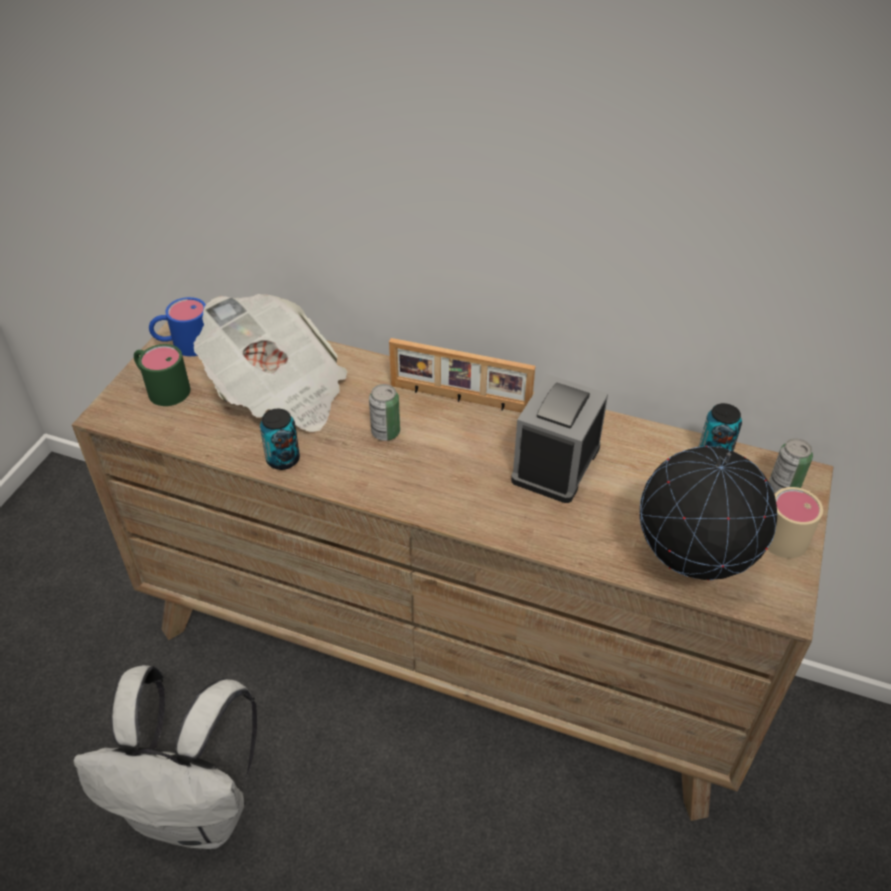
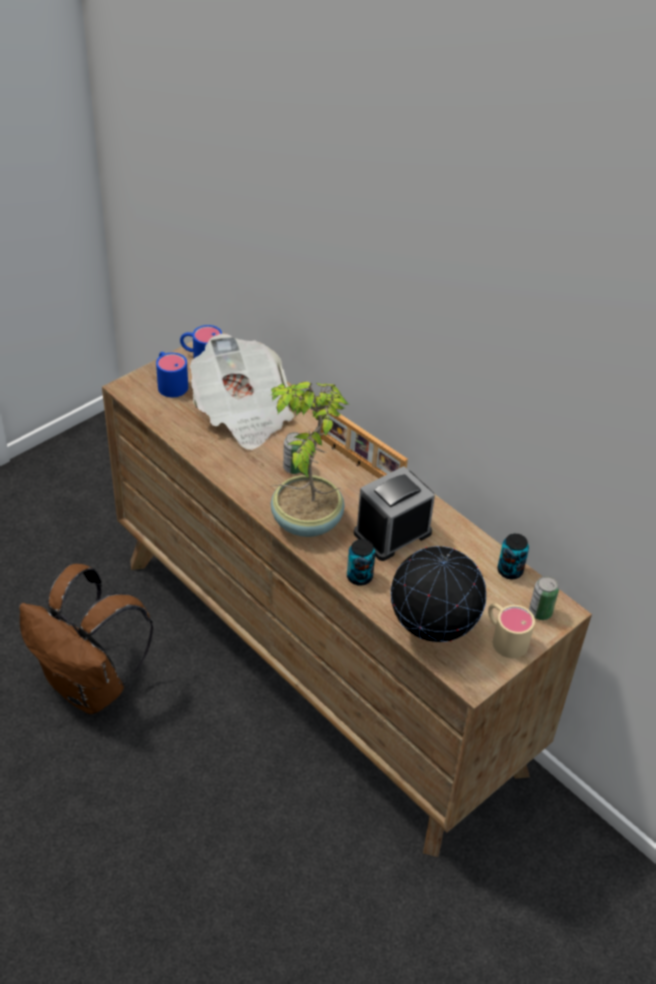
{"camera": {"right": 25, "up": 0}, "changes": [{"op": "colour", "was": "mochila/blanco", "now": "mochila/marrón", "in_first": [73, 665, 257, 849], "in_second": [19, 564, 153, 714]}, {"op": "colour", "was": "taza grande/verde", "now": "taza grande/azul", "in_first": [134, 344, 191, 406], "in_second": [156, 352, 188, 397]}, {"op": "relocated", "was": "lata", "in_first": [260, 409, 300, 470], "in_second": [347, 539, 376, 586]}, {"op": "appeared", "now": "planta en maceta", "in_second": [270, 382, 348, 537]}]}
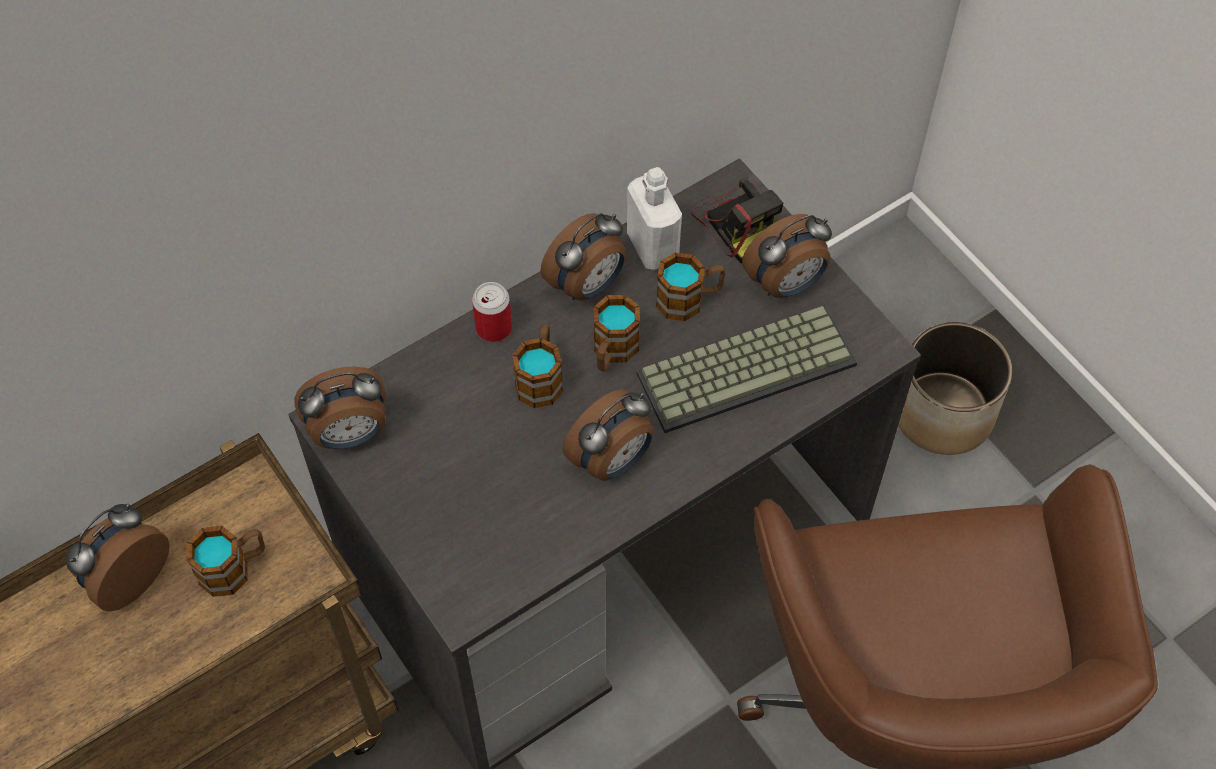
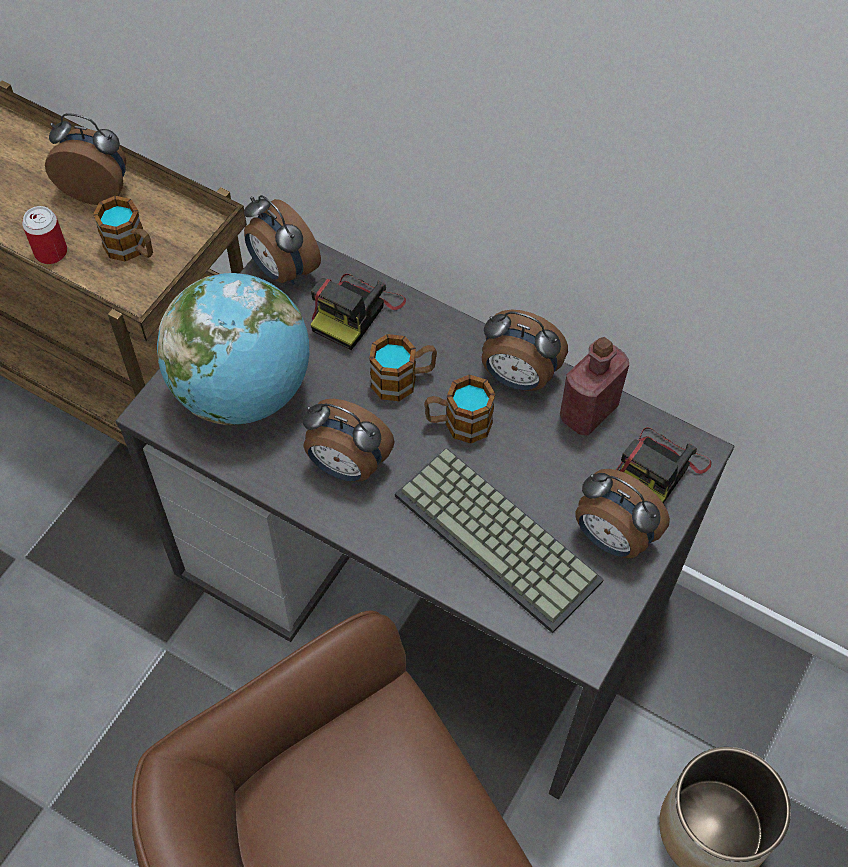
{"camera": {"right": 65, "up": 0}, "changes": [{"op": "relocated", "was": "lata", "in_first": [472, 282, 512, 342], "in_second": [22, 206, 67, 264]}, {"op": "colour", "was": "botella/blanco", "now": "botella/rojo", "in_first": [627, 167, 682, 270], "in_second": [560, 337, 629, 436]}, {"op": "missing", "was": "taza grande", "in_first": [656, 252, 725, 321]}, {"op": "appeared", "now": "globo terráqueo", "in_second": [157, 273, 309, 426]}, {"op": "appeared", "now": "cámara", "in_second": [310, 274, 406, 350]}]}
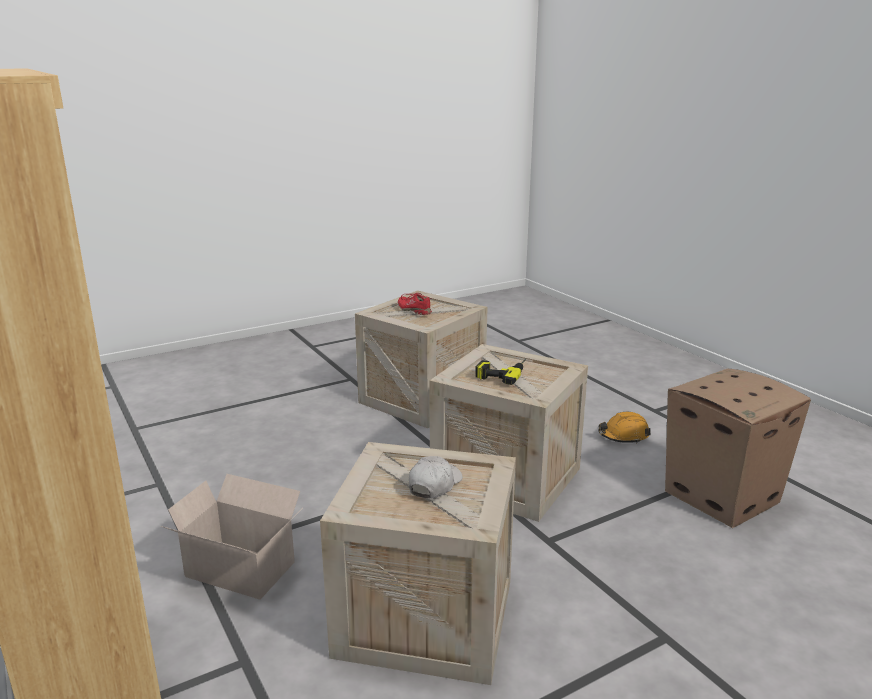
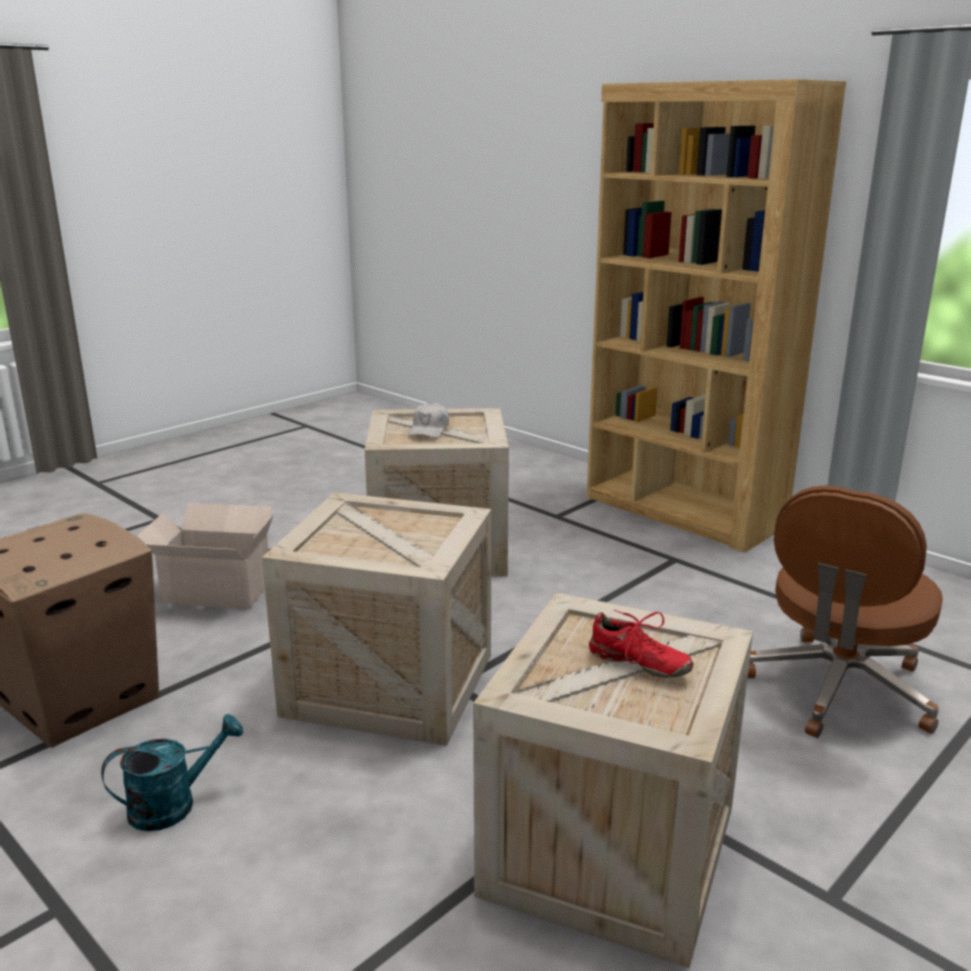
{"camera": {"right": 165, "up": 0}, "changes": [{"op": "relocated", "was": "caja de cartón", "in_first": [161, 474, 303, 599], "in_second": [137, 503, 274, 609]}, {"op": "missing", "was": "taladro", "in_first": [475, 358, 526, 385]}, {"op": "exchanged", "was": "casco/naranja", "now": "regadera/turquesa", "in_first": [598, 412, 651, 444], "in_second": [101, 714, 243, 831]}, {"op": "appeared", "now": "silla de oficina/marrón", "in_second": [748, 485, 943, 738]}]}
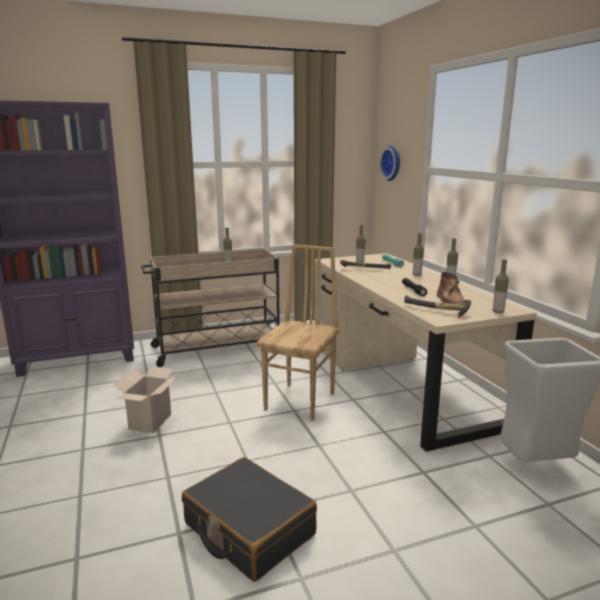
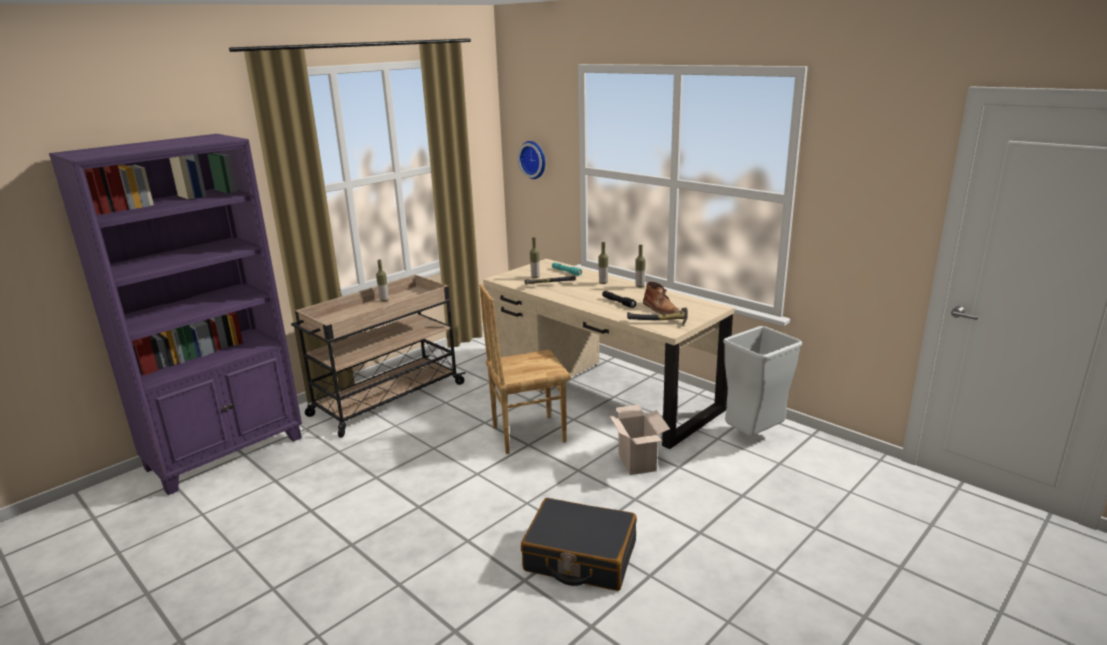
{"camera": {"right": -25, "up": 5}, "changes": [{"op": "relocated", "was": "caja de cartón", "in_first": [114, 366, 179, 433], "in_second": [608, 405, 670, 475]}, {"op": "spun", "was": "silla/marrón", "in_first": [256, 244, 340, 421], "in_second": [479, 284, 571, 454], "clockwise": -105}, {"op": "missing", "was": "botella", "in_first": [493, 259, 509, 313]}]}
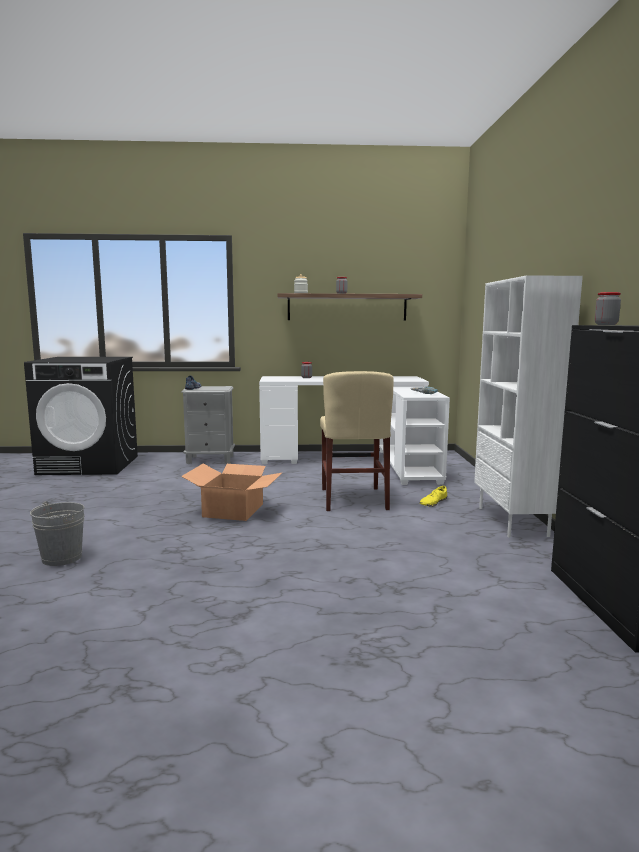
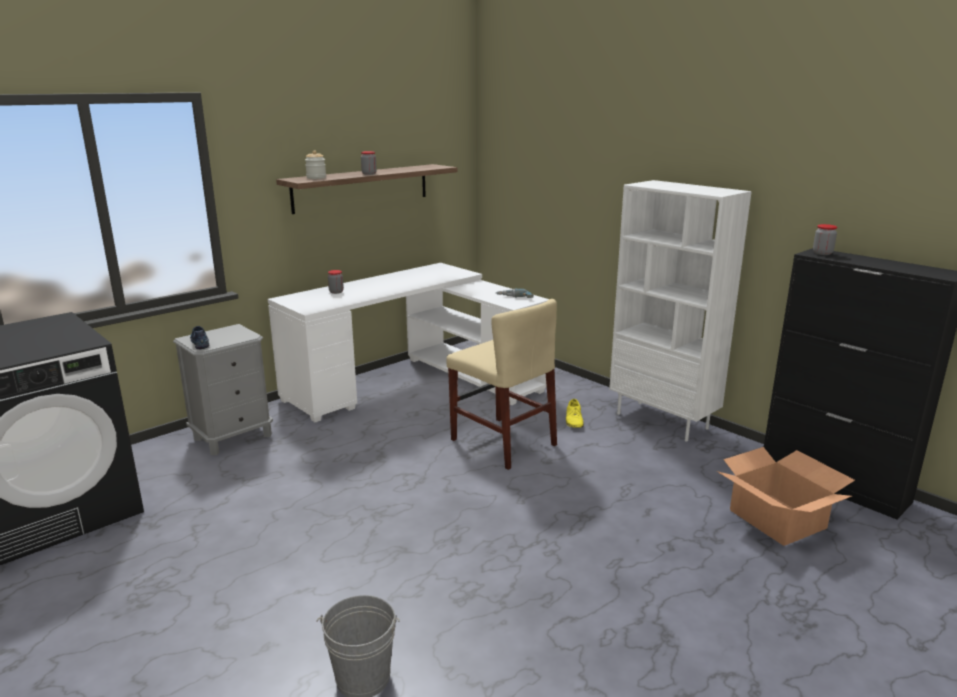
{"camera": {"right": -40, "up": 10}, "changes": [{"op": "relocated", "was": "caja de cartón", "in_first": [181, 464, 282, 521], "in_second": [717, 447, 855, 546]}]}
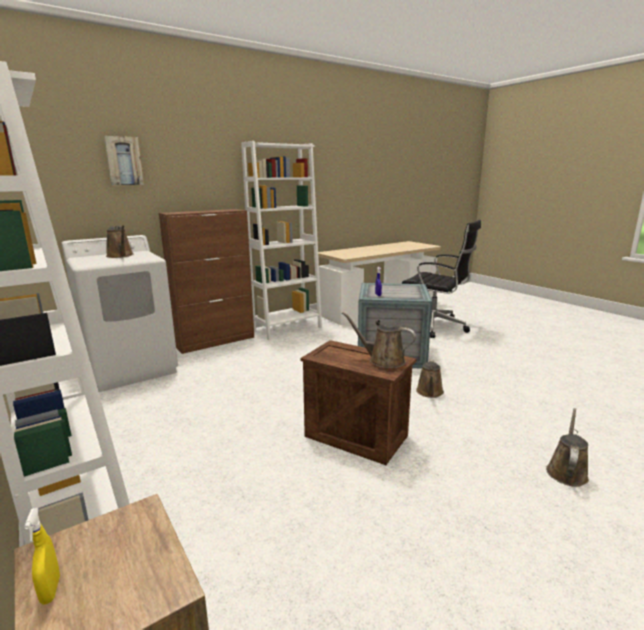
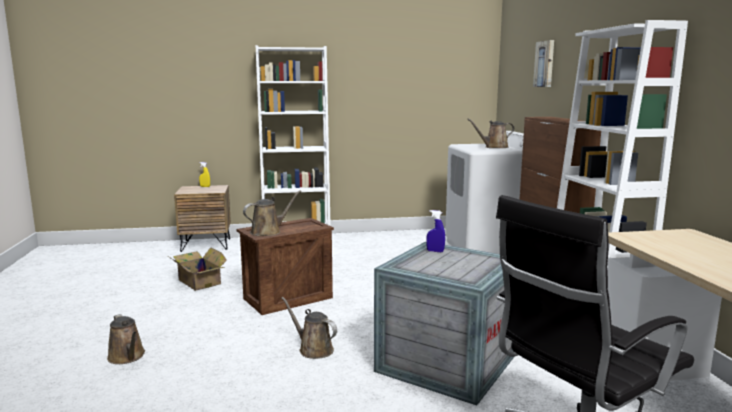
{"camera": {"right": 115, "up": -5}, "changes": [{"op": "appeared", "now": "caja de cartón", "in_second": [169, 247, 227, 291]}]}
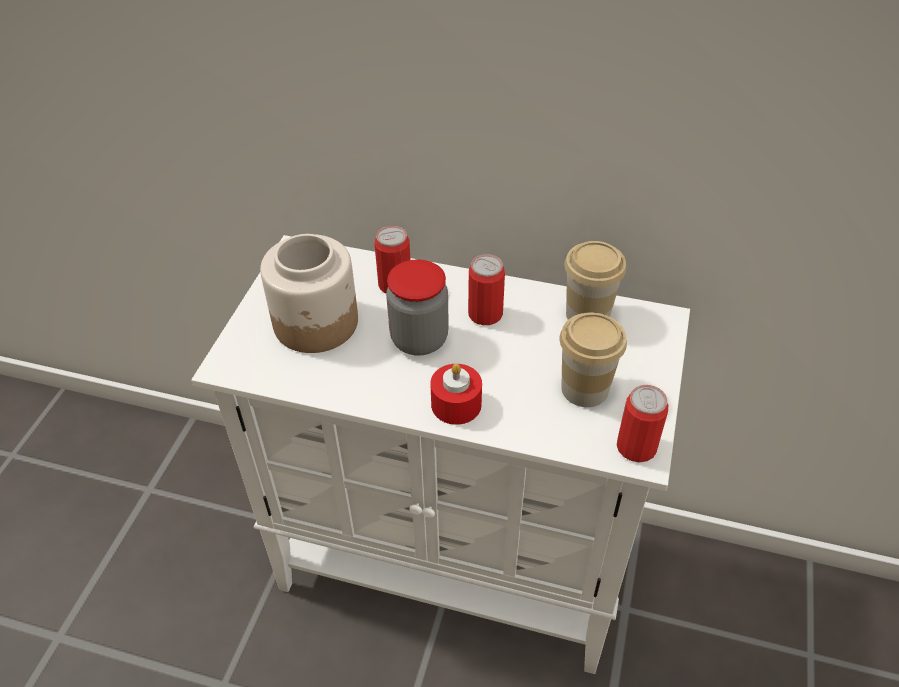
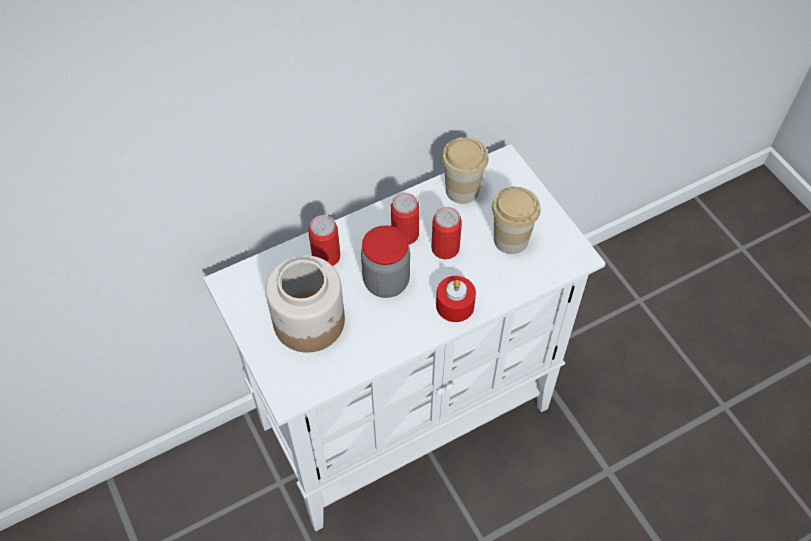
{"camera": {"right": -45, "up": 10}, "changes": [{"op": "relocated", "was": "lata", "in_first": [617, 385, 668, 462], "in_second": [431, 207, 462, 260]}]}
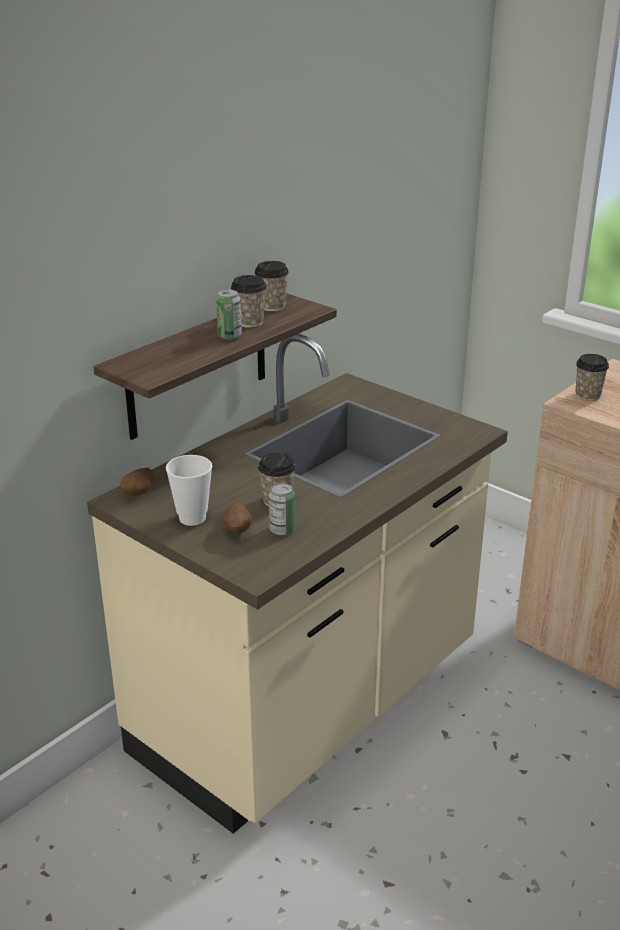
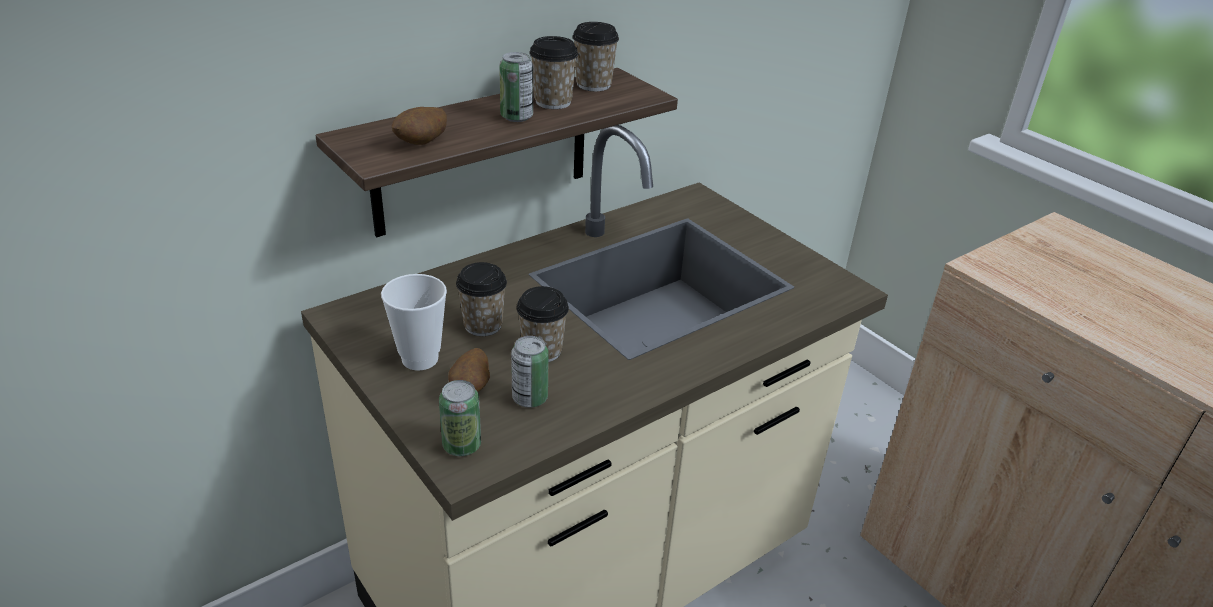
{"camera": {"right": 10, "up": 5}, "changes": [{"op": "relocated", "was": "patata", "in_first": [120, 468, 154, 496], "in_second": [392, 107, 447, 145]}, {"op": "relocated", "was": "taza", "in_first": [576, 354, 609, 401], "in_second": [456, 262, 507, 336]}, {"op": "appeared", "now": "lata", "in_second": [439, 380, 481, 456]}]}
